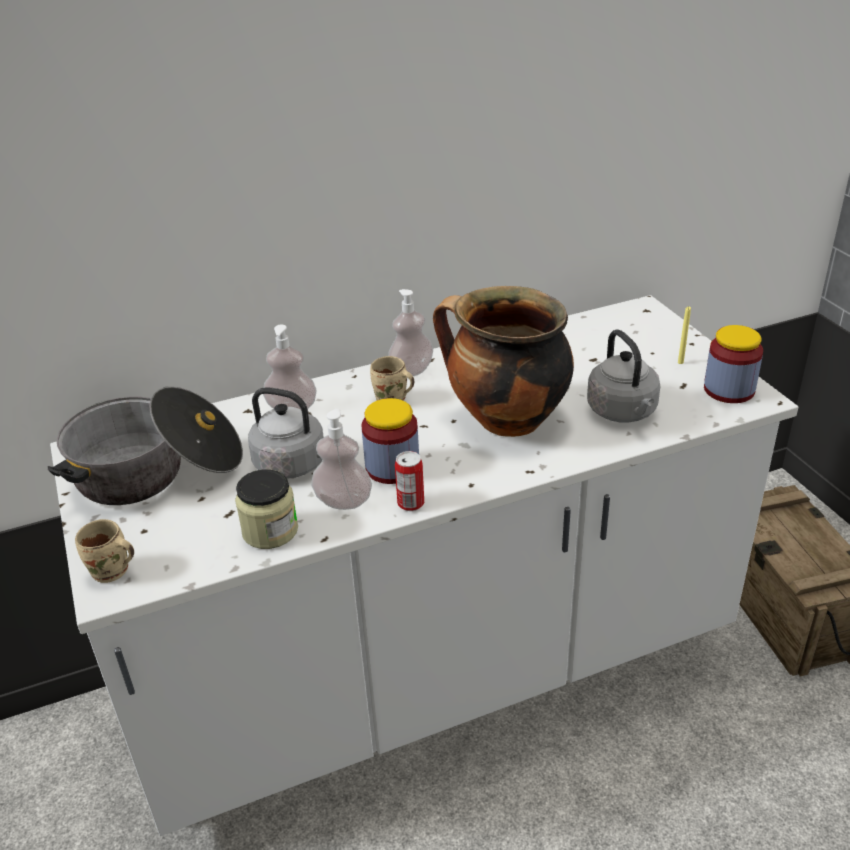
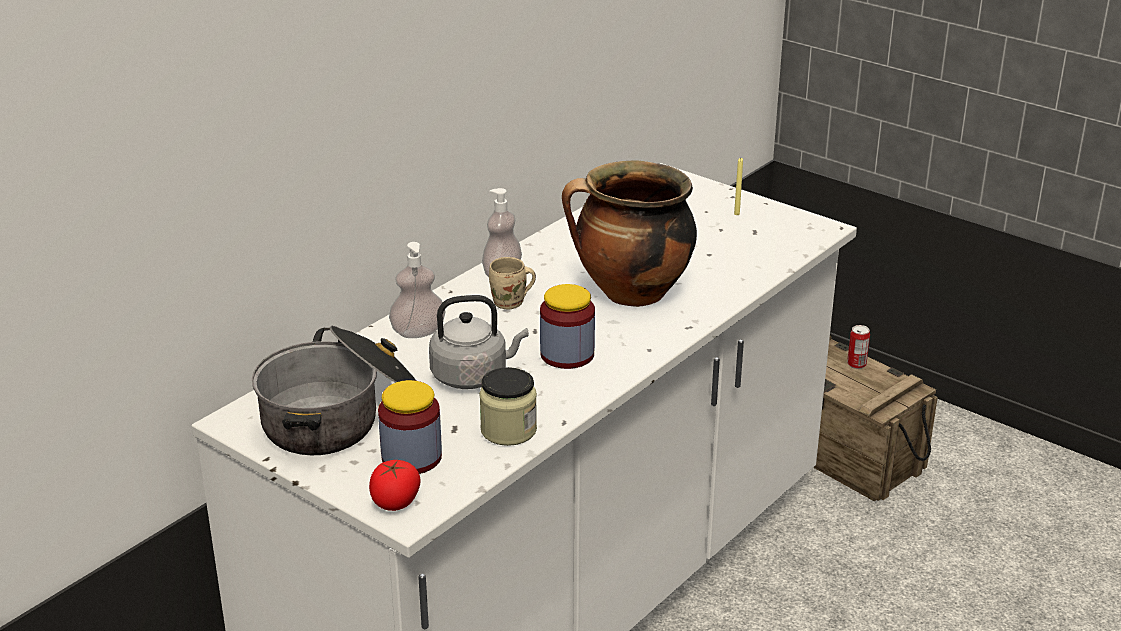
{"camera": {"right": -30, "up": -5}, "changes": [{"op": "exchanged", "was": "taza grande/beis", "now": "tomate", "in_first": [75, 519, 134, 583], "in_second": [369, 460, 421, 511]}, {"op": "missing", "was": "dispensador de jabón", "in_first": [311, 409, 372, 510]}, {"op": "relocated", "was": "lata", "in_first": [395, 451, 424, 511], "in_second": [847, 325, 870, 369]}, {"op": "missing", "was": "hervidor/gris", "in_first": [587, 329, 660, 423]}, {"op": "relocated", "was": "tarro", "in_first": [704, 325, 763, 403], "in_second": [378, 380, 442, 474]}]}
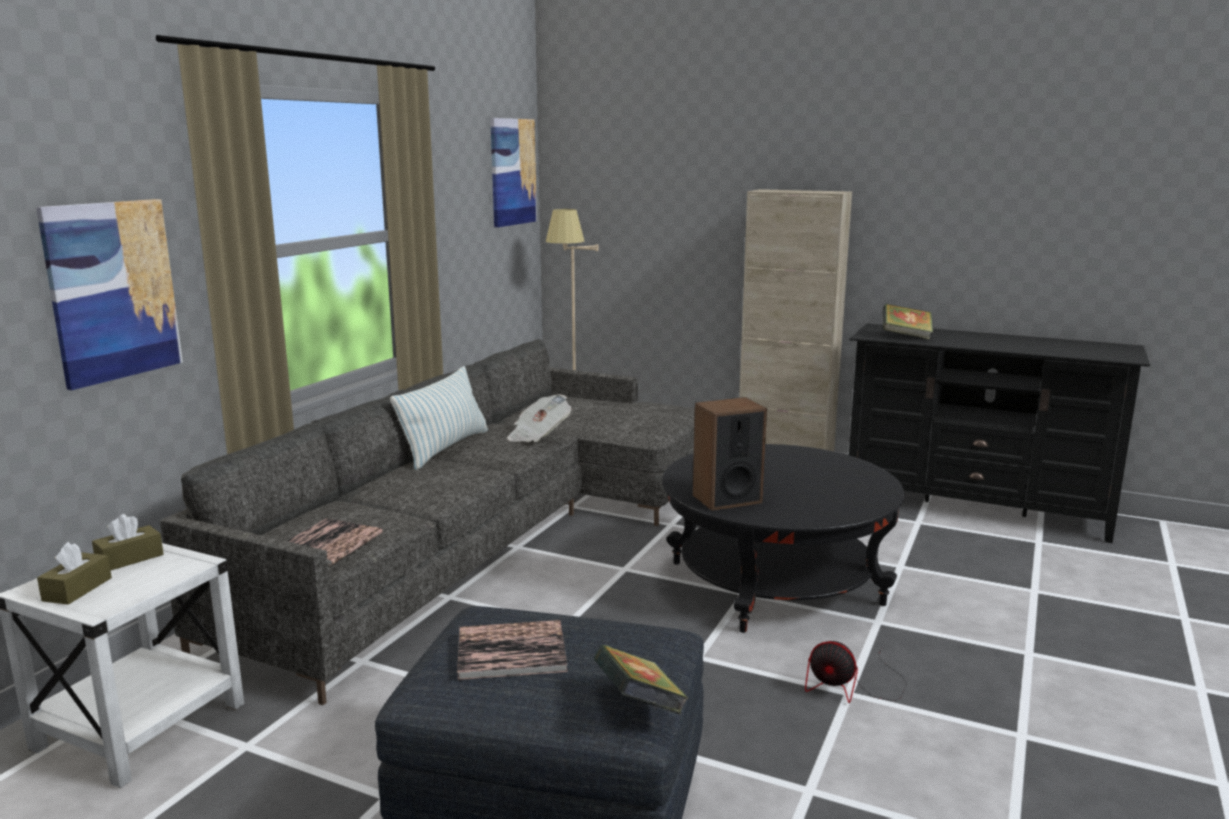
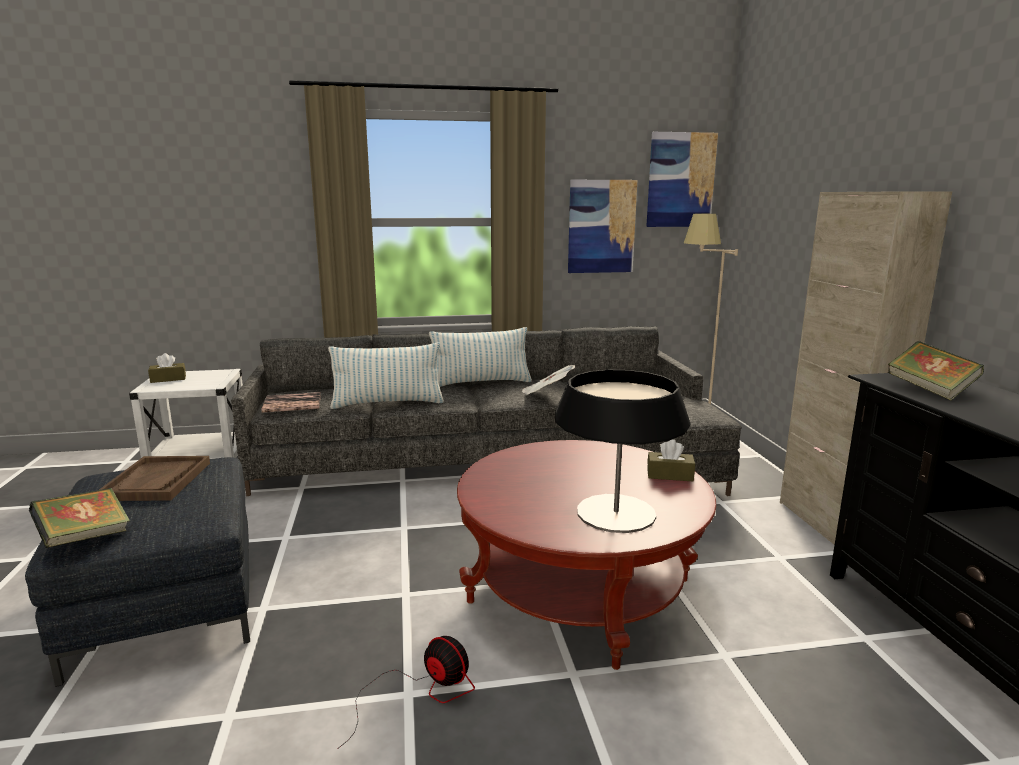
{"camera": {"right": 55, "up": 0}, "changes": [{"op": "relocated", "was": "cuadro", "in_first": [36, 199, 183, 390], "in_second": [568, 180, 638, 273]}, {"op": "relocated", "was": "caja de pañuelos/marrón", "in_first": [92, 514, 163, 571], "in_second": [647, 439, 695, 481]}, {"op": "exchanged", "was": "libro", "now": "bandeja/marrón", "in_first": [457, 620, 568, 680], "in_second": [99, 456, 210, 501]}, {"op": "colour", "was": "mesa de centro/negro", "now": "mesa de centro/rojo", "in_first": [662, 444, 904, 633], "in_second": [457, 440, 716, 670]}, {"op": "missing", "was": "altavoz", "in_first": [693, 397, 767, 511]}, {"op": "spun", "was": "ventilador", "in_first": [805, 641, 907, 703], "in_second": [337, 636, 475, 749], "clockwise": 135}, {"op": "appeared", "now": "cojín", "in_second": [328, 342, 444, 409]}, {"op": "appeared", "now": "lámpara de mesa", "in_second": [555, 370, 690, 533]}]}
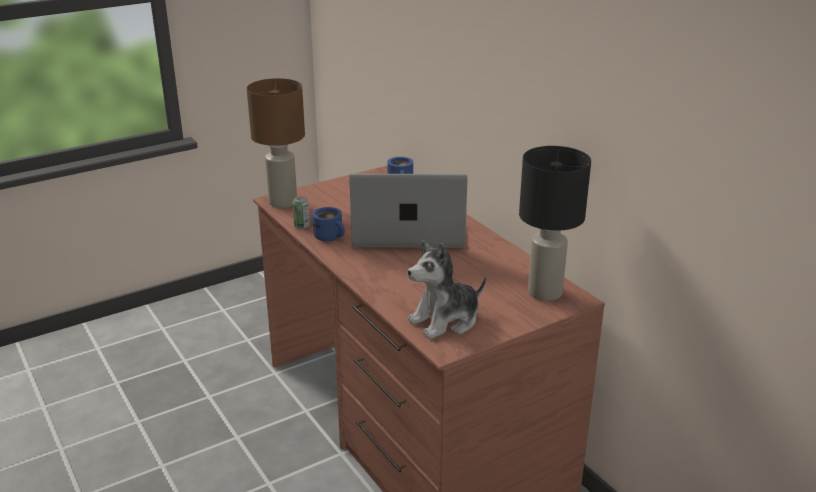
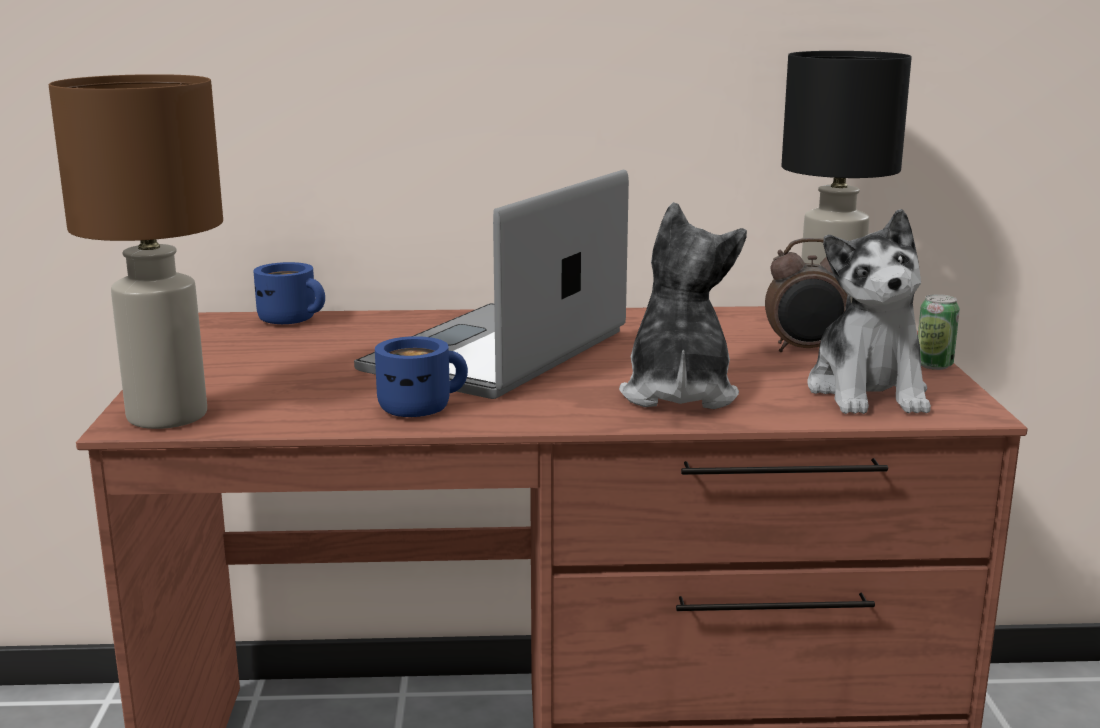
{"camera": {"right": -60, "up": -10}, "changes": [{"op": "relocated", "was": "lata", "in_first": [292, 196, 310, 229], "in_second": [918, 294, 960, 370]}, {"op": "appeared", "now": "peluche", "in_second": [619, 202, 747, 409]}, {"op": "appeared", "now": "despertador", "in_second": [765, 238, 848, 352]}]}
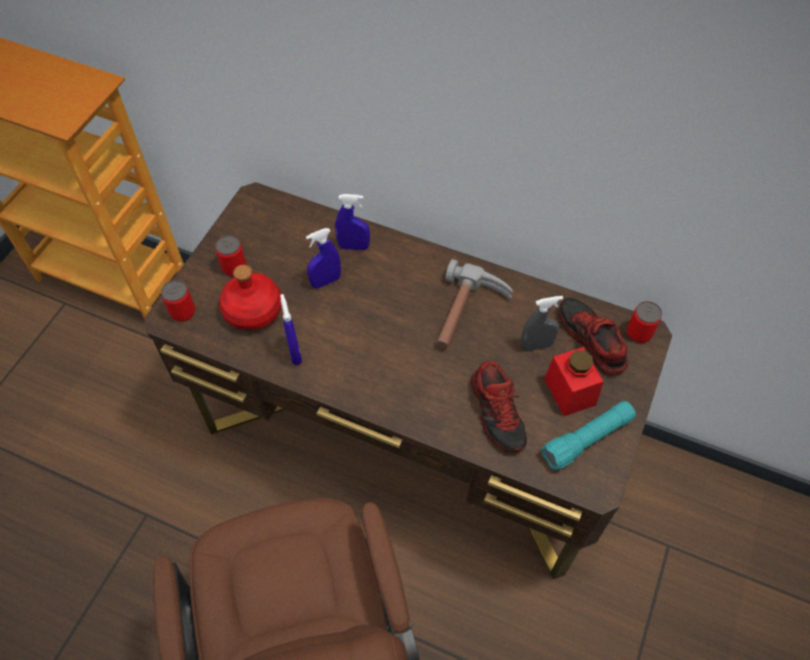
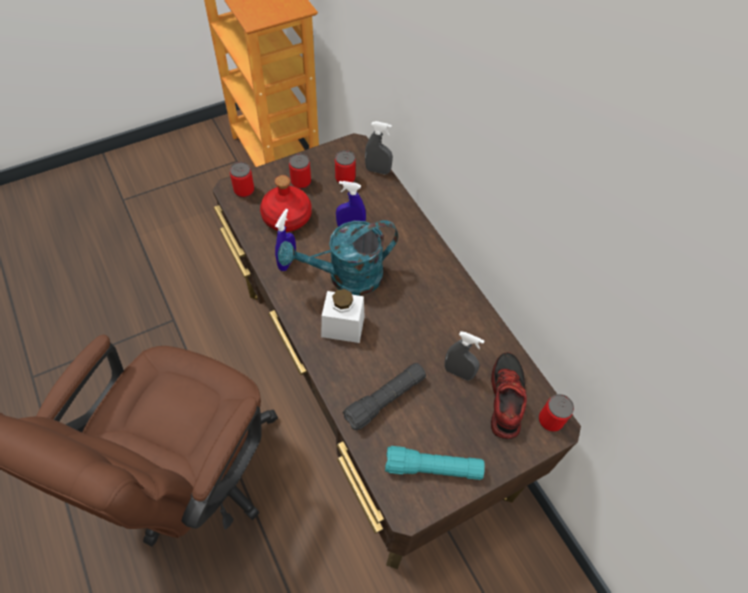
{"camera": {"right": 35, "up": 0}, "changes": [{"op": "missing", "was": "pulverizador/azul", "in_first": [335, 194, 370, 250]}, {"op": "missing", "was": "martillo", "in_first": [436, 259, 513, 348]}, {"op": "exchanged", "was": "zapato", "now": "linterna/negro", "in_first": [471, 361, 527, 452], "in_second": [343, 363, 426, 430]}, {"op": "missing", "was": "tarro/rojo", "in_first": [544, 347, 604, 416]}, {"op": "appeared", "now": "regadera/turquesa", "in_second": [278, 220, 398, 296]}, {"op": "appeared", "now": "tarro/blanco", "in_second": [321, 289, 365, 343]}, {"op": "appeared", "now": "lata", "in_second": [335, 150, 356, 185]}, {"op": "appeared", "now": "pulverizador/gris", "in_second": [365, 121, 393, 174]}]}
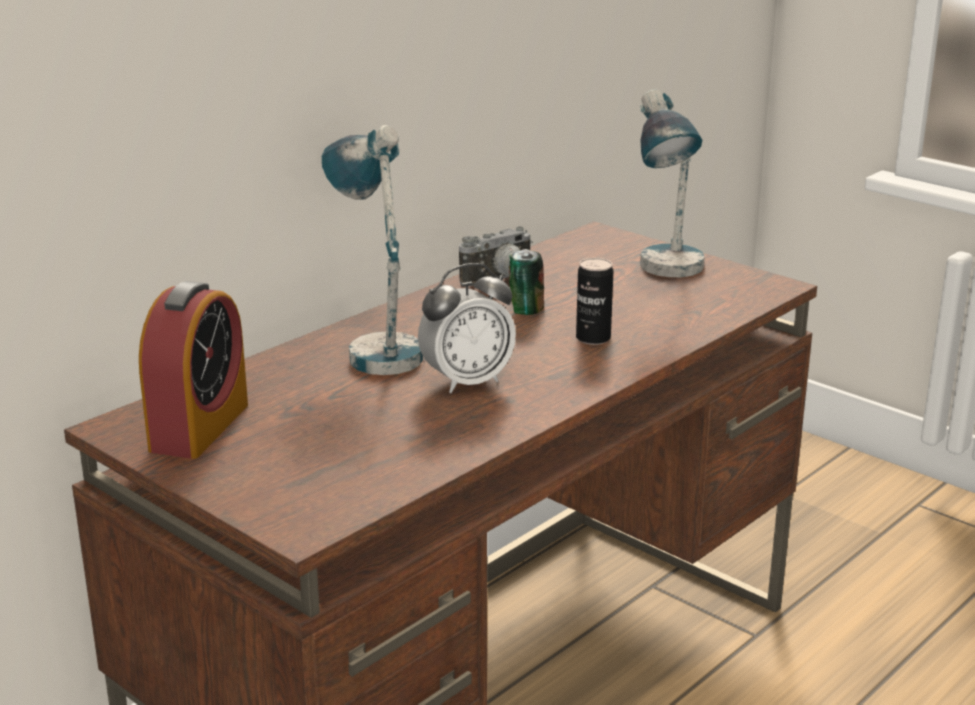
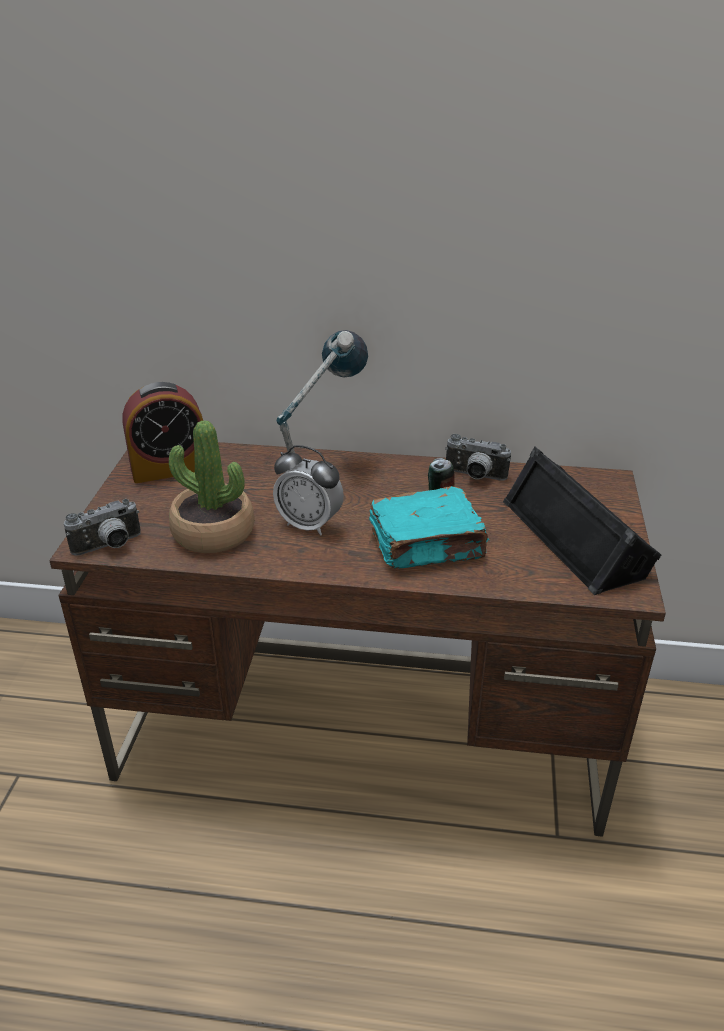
{"camera": {"right": 55, "up": 10}, "changes": [{"op": "exchanged", "was": "lata", "now": "libro/turquesa", "in_first": [576, 258, 613, 345], "in_second": [369, 486, 489, 569]}, {"op": "exchanged", "was": "lámpara de mesa", "now": "altavoz/negro", "in_first": [640, 90, 704, 277], "in_second": [503, 447, 661, 595]}, {"op": "appeared", "now": "cámara", "in_second": [64, 499, 141, 556]}, {"op": "appeared", "now": "planta en maceta", "in_second": [169, 420, 254, 553]}]}
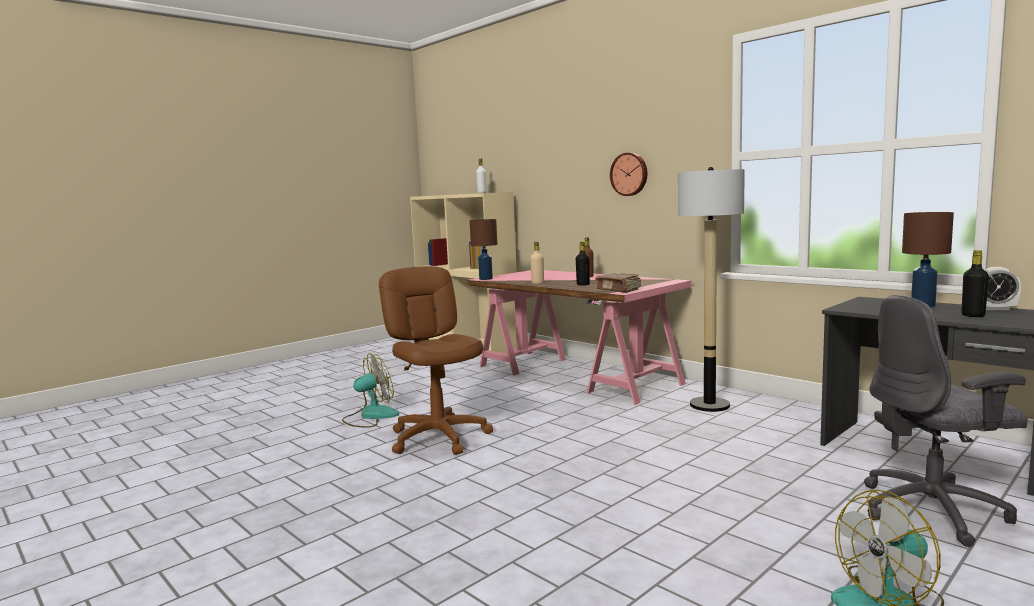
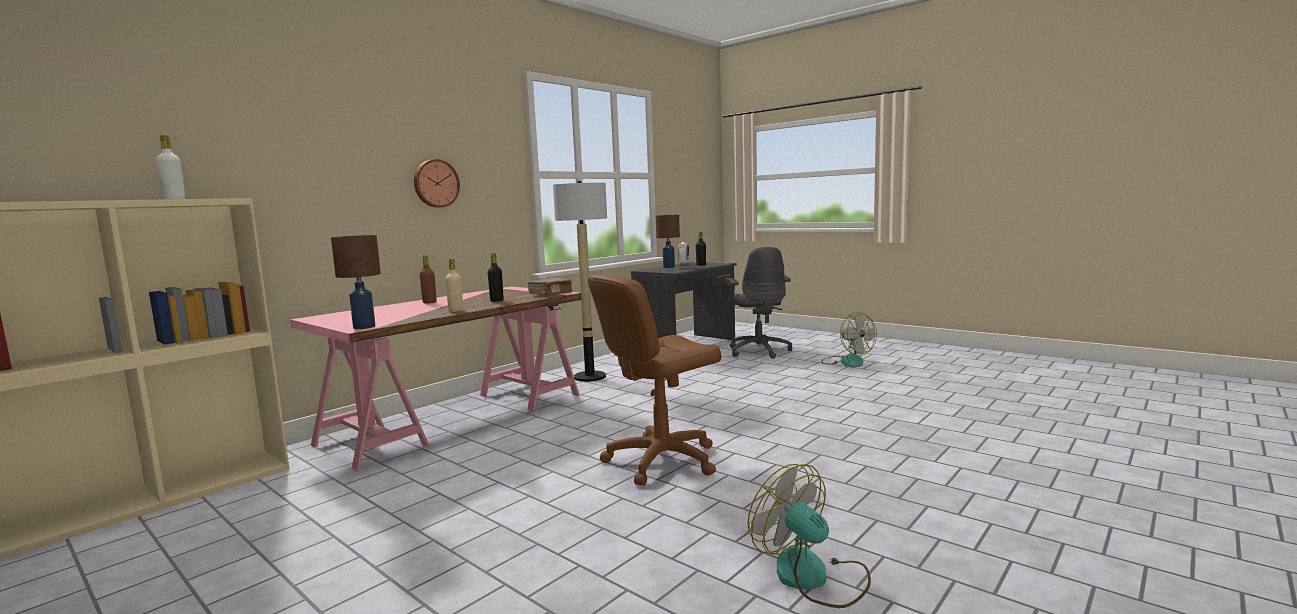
{"camera": {"right": -95, "up": 0}, "changes": [{"op": "relocated", "was": "ventilador", "in_first": [342, 353, 399, 427], "in_second": [748, 464, 871, 608]}]}
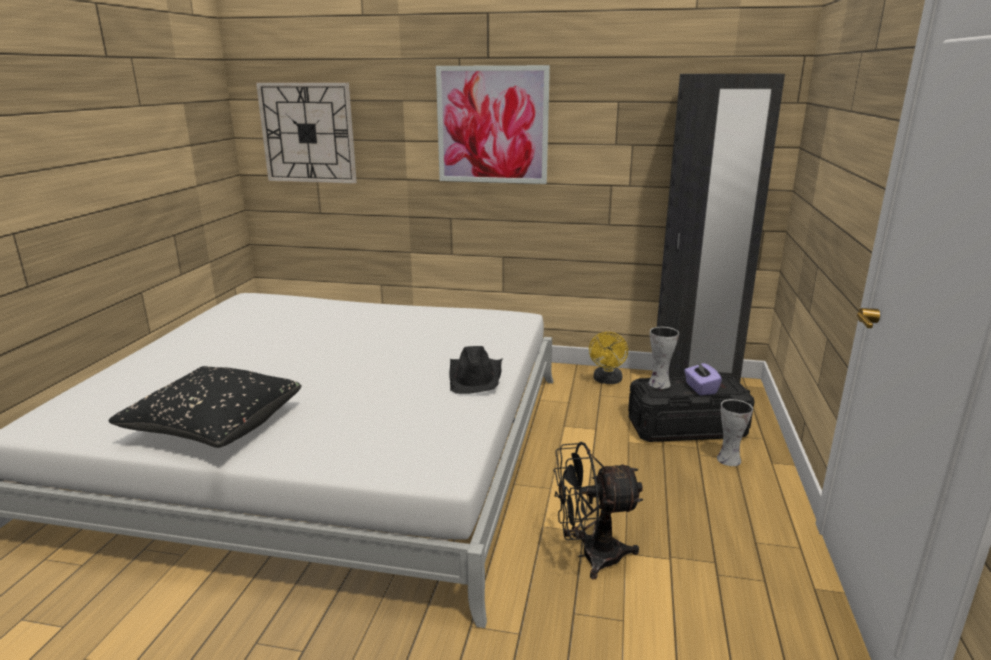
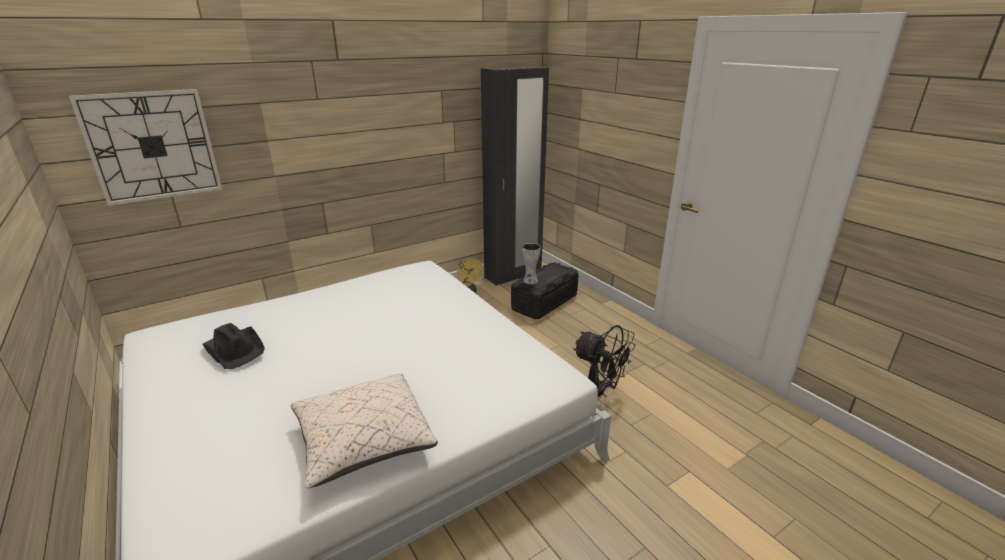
{"camera": {"right": -45, "up": 5}, "changes": [{"op": "colour", "was": "cojín/negro", "now": "cojín/beis", "in_first": [109, 366, 302, 448], "in_second": [291, 374, 438, 488]}, {"op": "missing", "was": "cuadro", "in_first": [436, 65, 550, 184]}, {"op": "relocated", "was": "sombrero/negro", "in_first": [449, 346, 502, 394], "in_second": [202, 323, 265, 369]}, {"op": "spun", "was": "ventilador/negro", "in_first": [553, 442, 643, 580], "in_second": [573, 325, 635, 397], "clockwise": -90}, {"op": "missing", "was": "caja de pañuelos/morado", "in_first": [684, 360, 722, 395]}, {"op": "missing", "was": "florero", "in_first": [717, 399, 753, 466]}]}
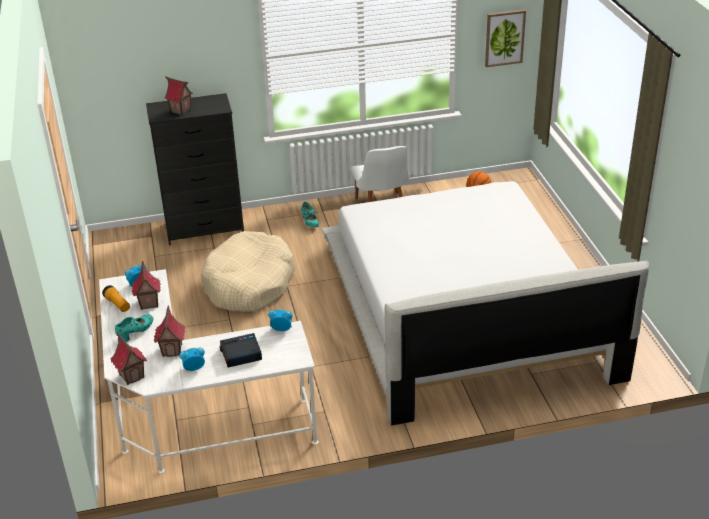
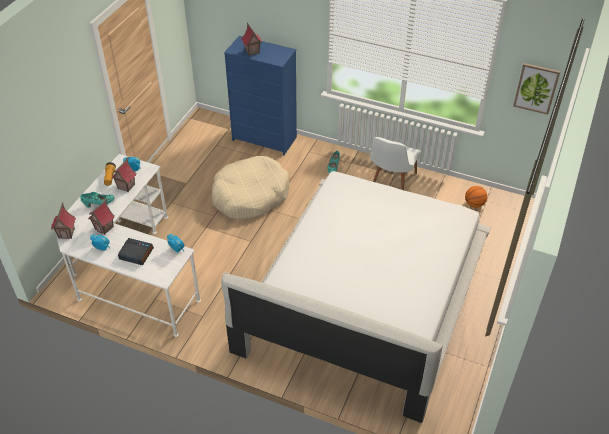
{"camera": {"right": 35, "up": 10}, "changes": [{"op": "colour", "was": "cómoda/negro", "now": "cómoda/azul", "in_first": [146, 93, 244, 245], "in_second": [224, 36, 297, 155]}]}
